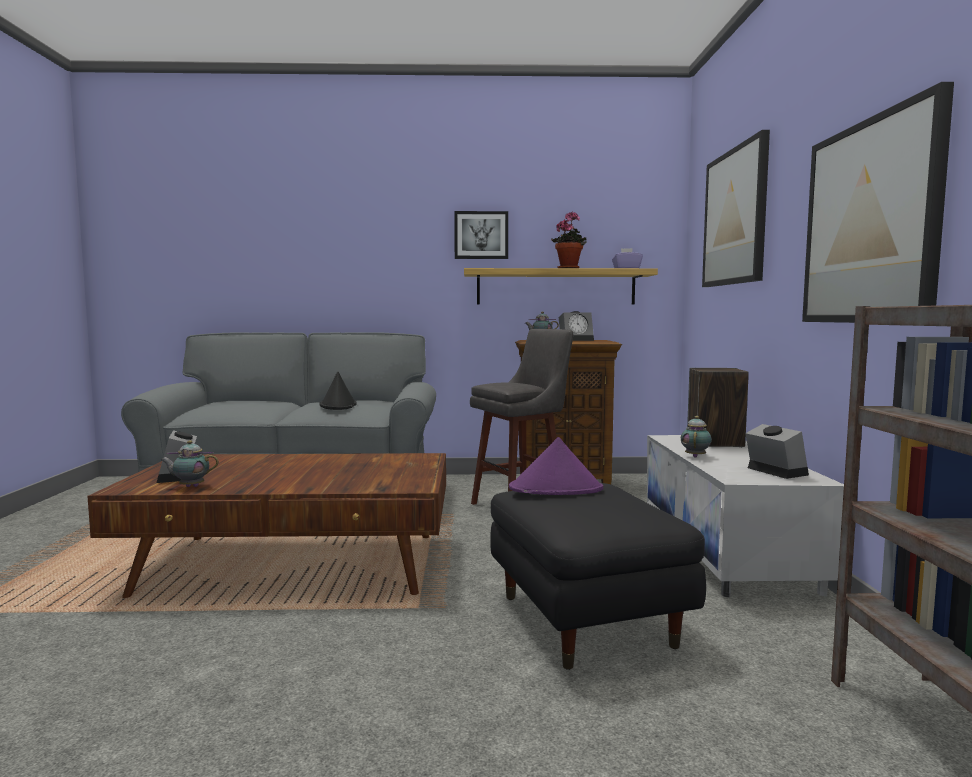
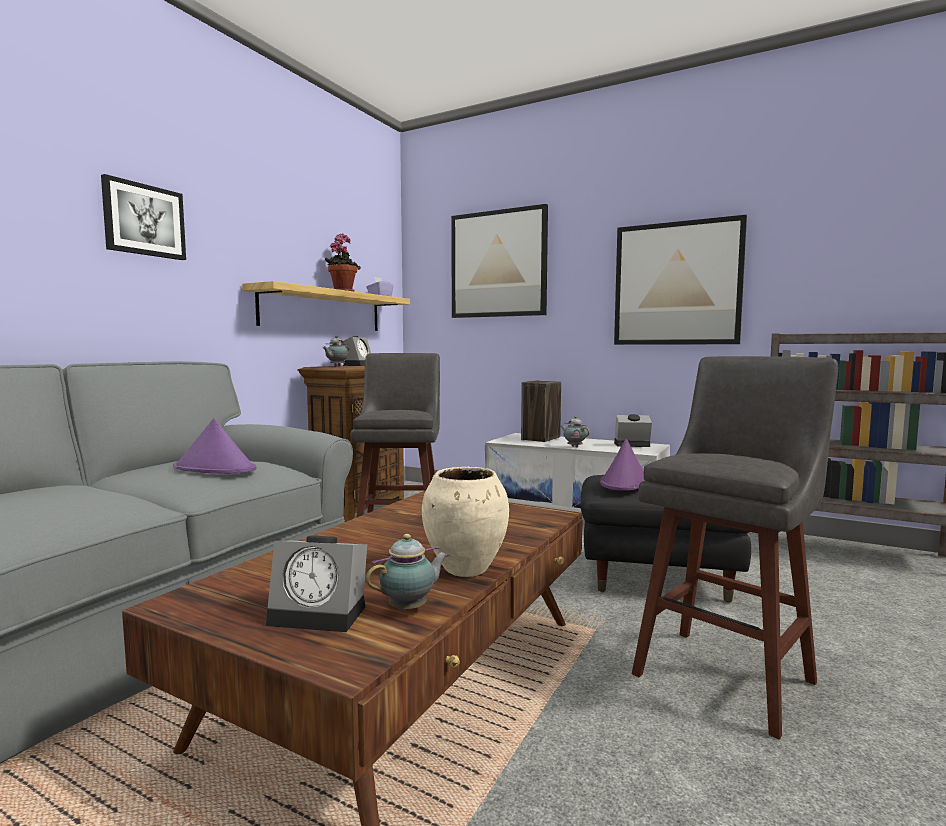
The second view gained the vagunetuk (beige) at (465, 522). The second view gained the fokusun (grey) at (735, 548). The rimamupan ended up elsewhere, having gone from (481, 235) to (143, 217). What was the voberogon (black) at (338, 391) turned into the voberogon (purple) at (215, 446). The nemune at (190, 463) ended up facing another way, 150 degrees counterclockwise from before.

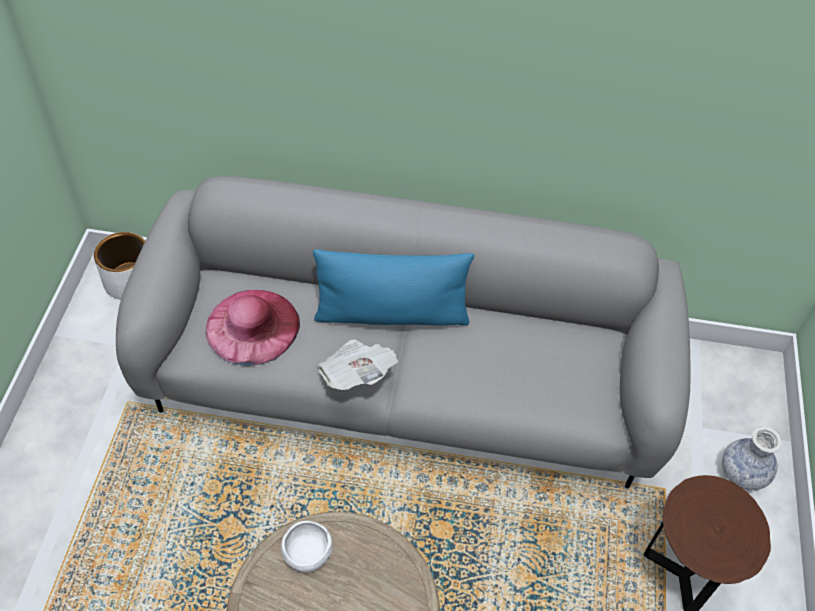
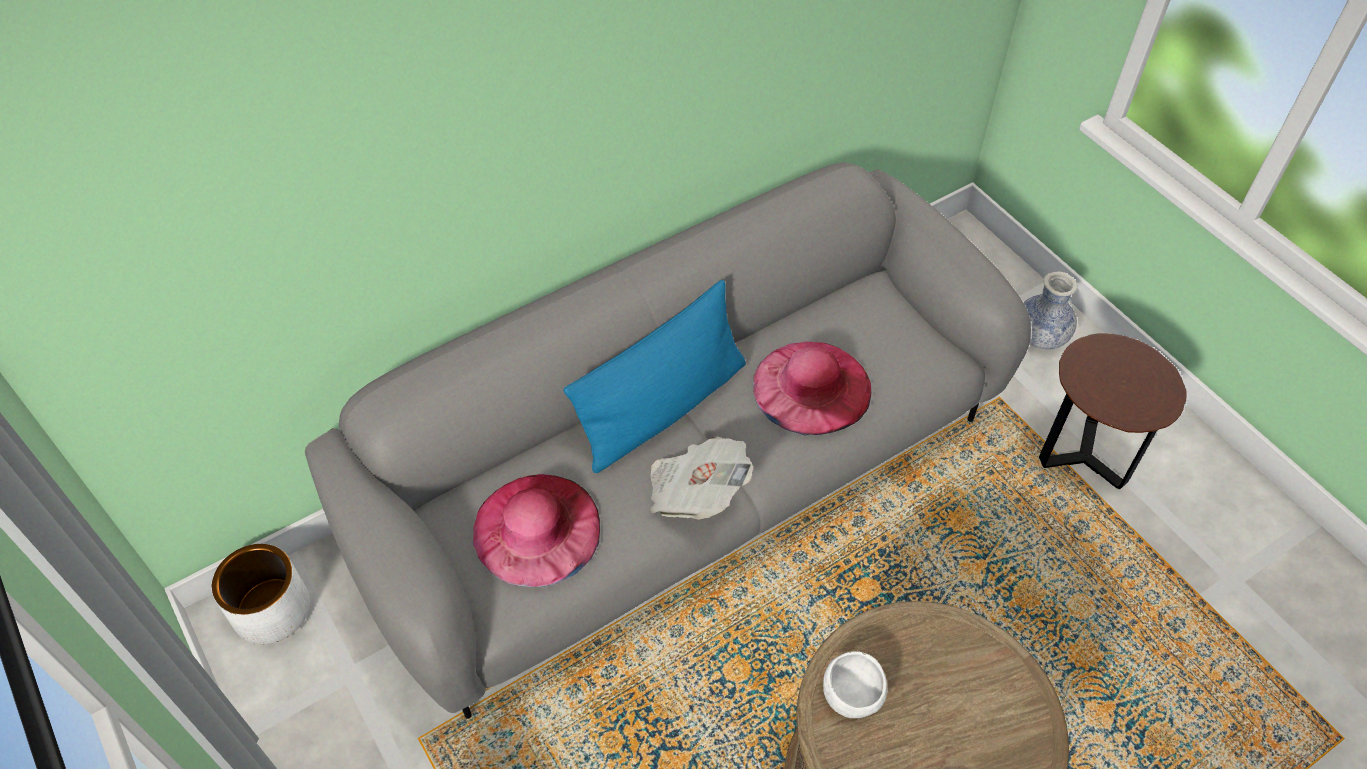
The second view gained the voberogon (pink) at (812, 388).

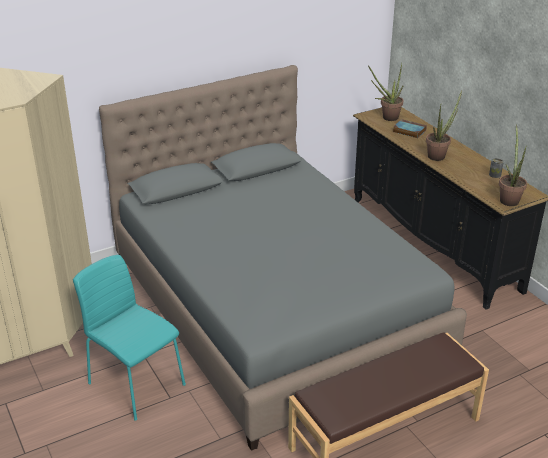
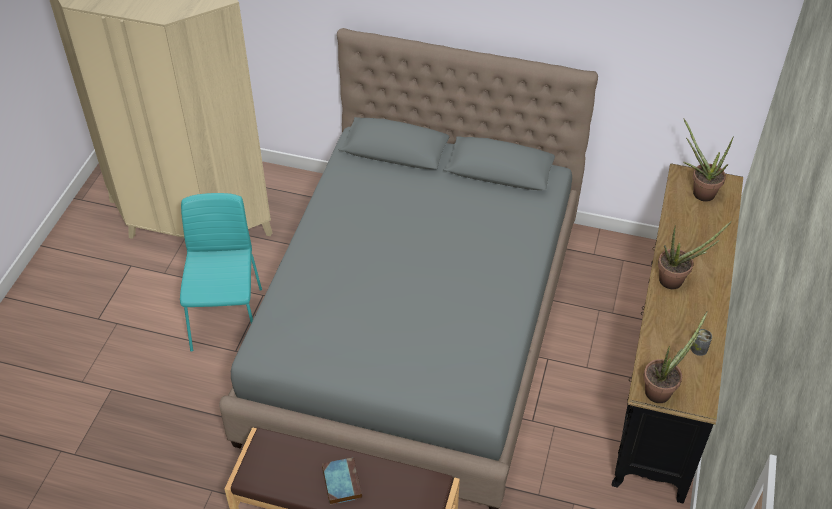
The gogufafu ended up elsewhere, having gone from (410, 128) to (342, 481).

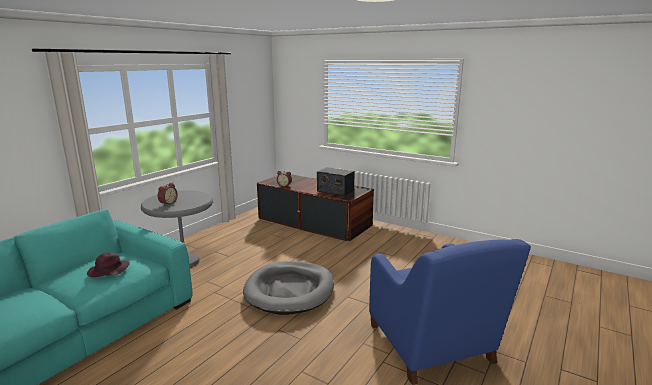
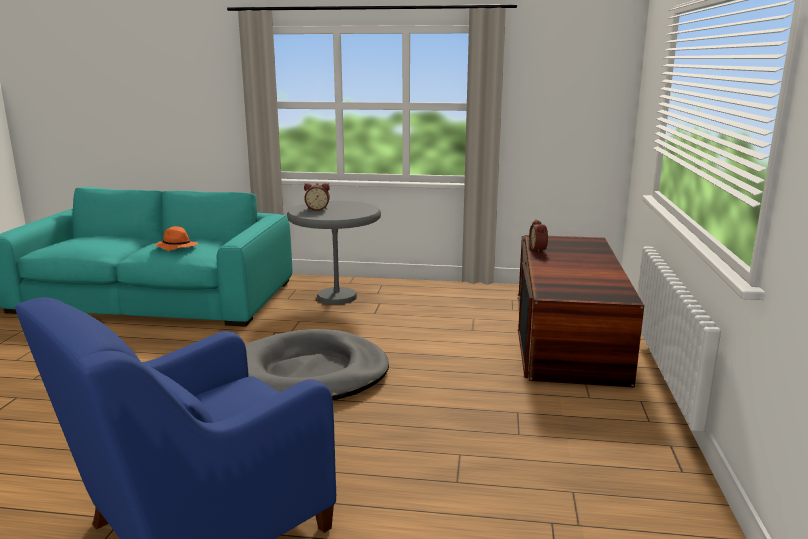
The second view lost the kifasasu at (336, 181). What was the voberogon (purple) at (108, 264) turned into the voberogon (orange) at (176, 238).

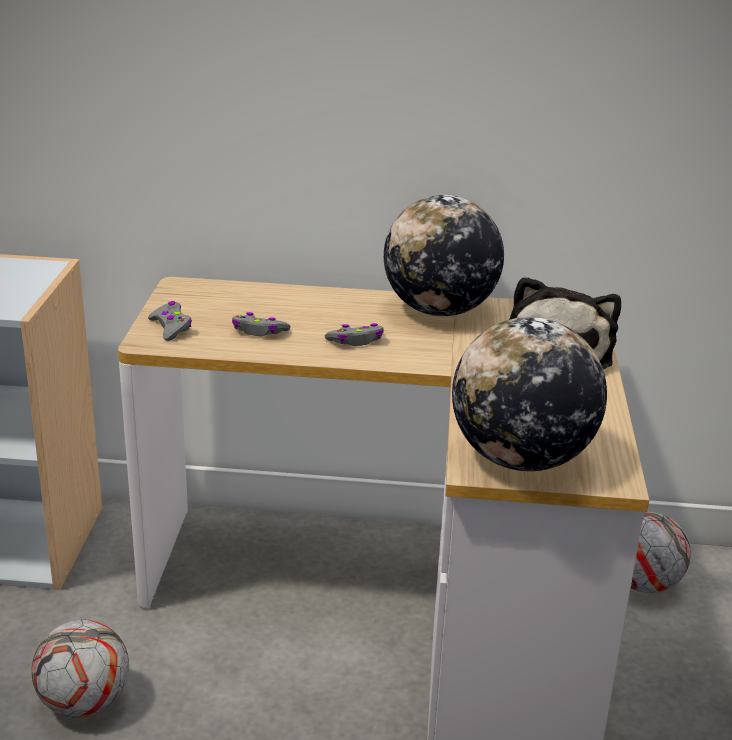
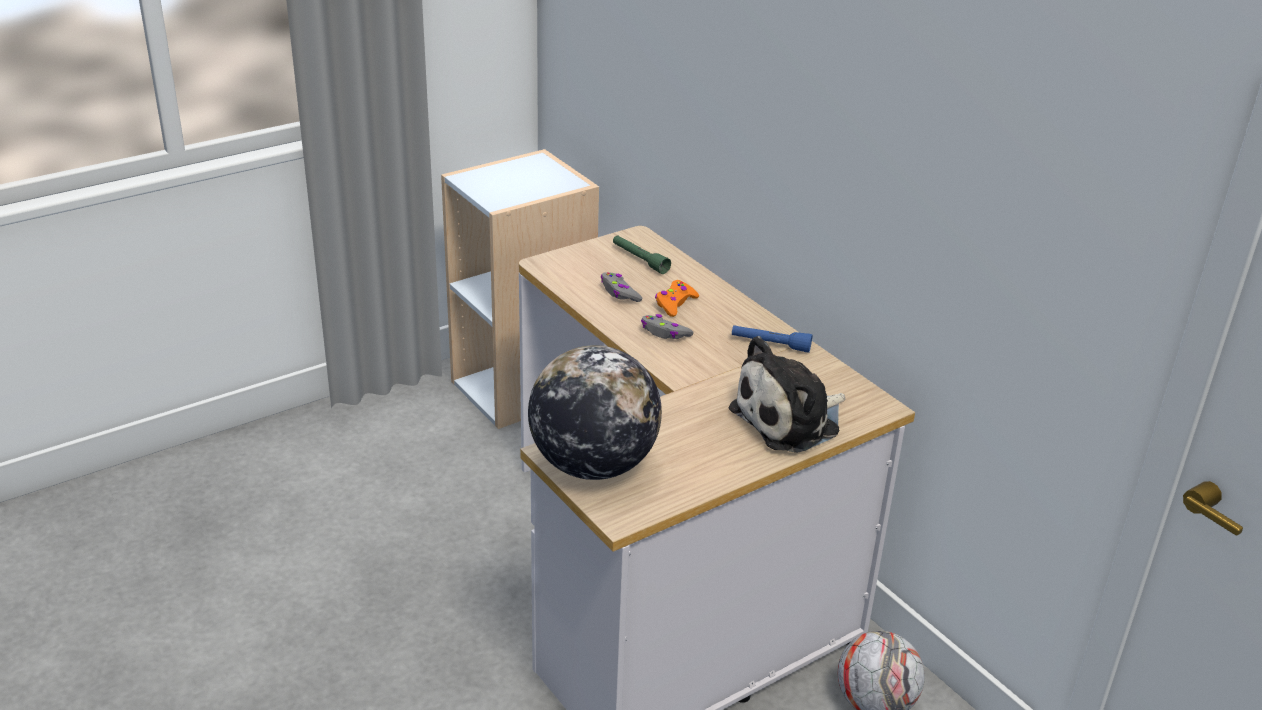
The second view lost the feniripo at (80, 669). The second view lost the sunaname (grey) at (170, 321). The second view gained the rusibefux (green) at (642, 254). The second view gained the sunaname (orange) at (677, 298). Where the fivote stood at (444, 255), the rusibefux (blue) came to stand at (772, 339).

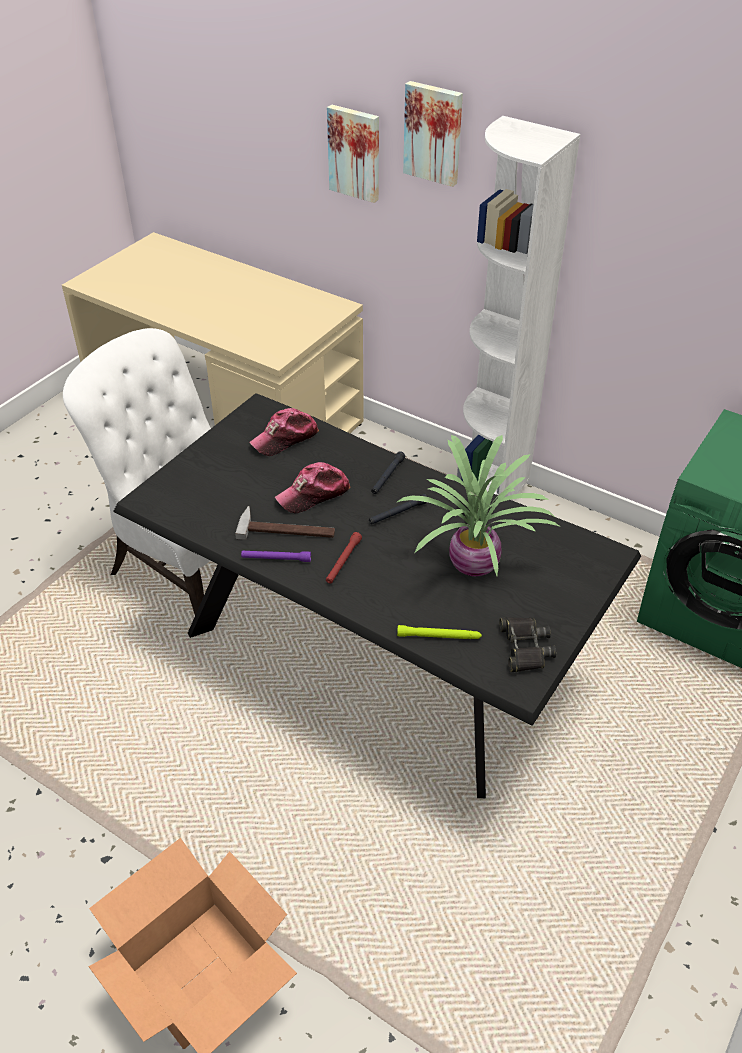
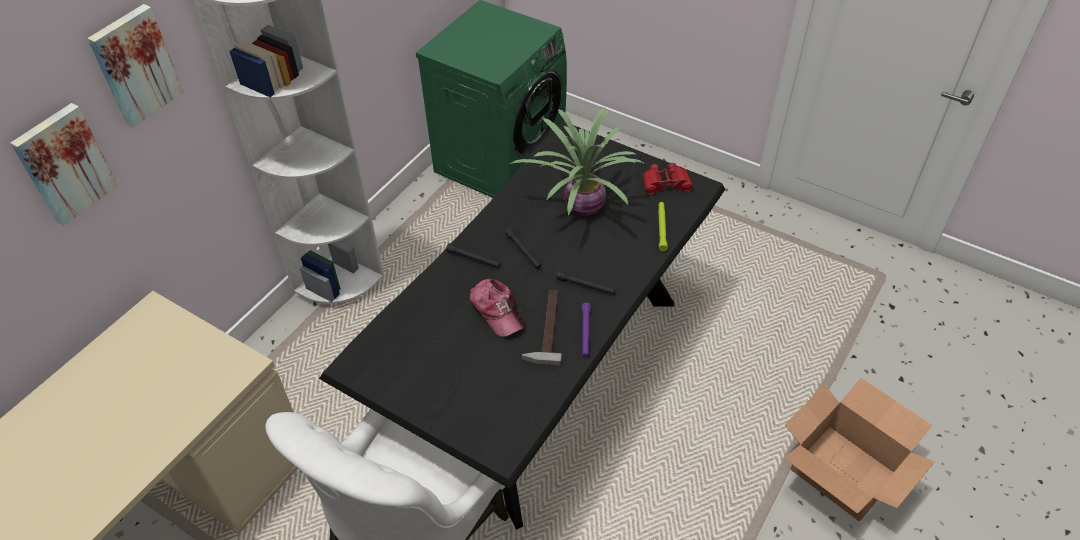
The second view lost the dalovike at (284, 432). What was the rusibefux (red) at (344, 557) turned into the rusibefux (black) at (585, 282). What was the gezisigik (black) at (527, 644) turned into the gezisigik (red) at (668, 179).

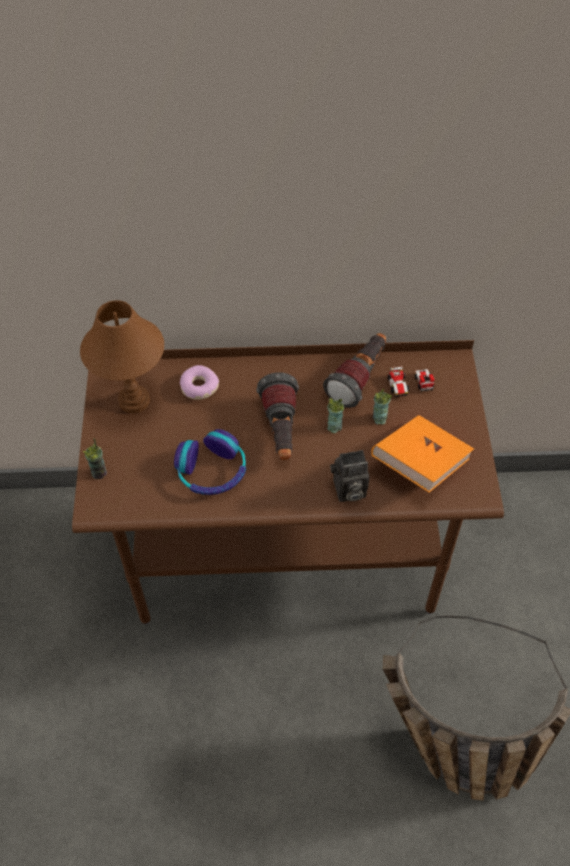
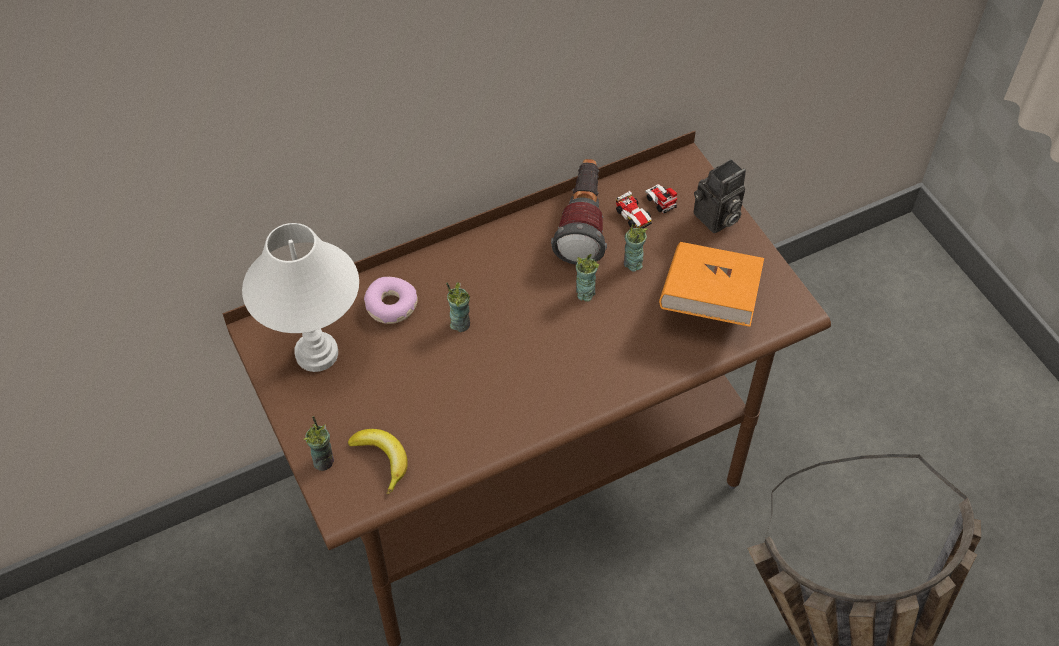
The second view lost the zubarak at (210, 462). The second view lost the rusibefux at (278, 416). The second view gained the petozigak at (378, 461). The second view gained the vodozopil at (458, 307). The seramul ended up elsewhere, having gone from (350, 476) to (720, 196). What was the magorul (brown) at (122, 356) turned into the magorul (white) at (300, 297).

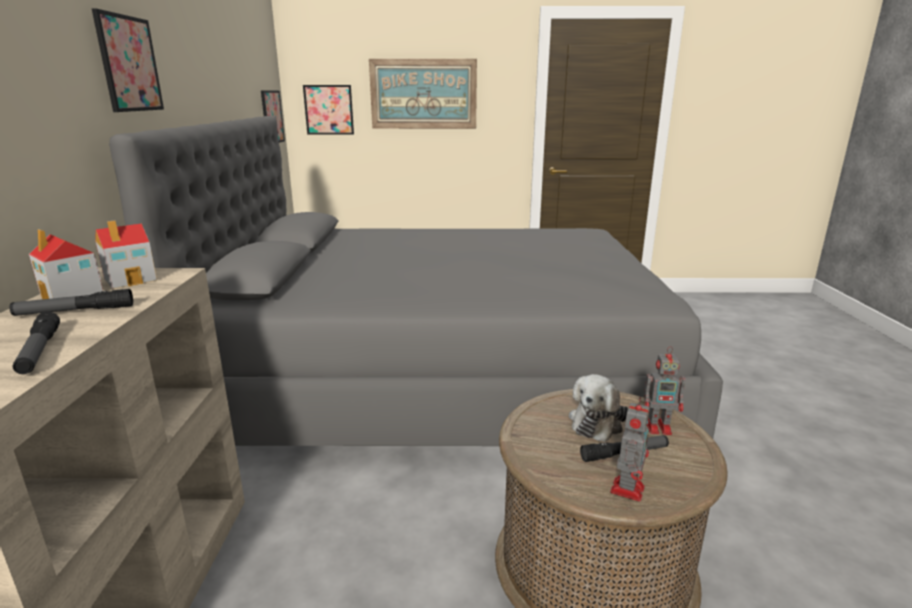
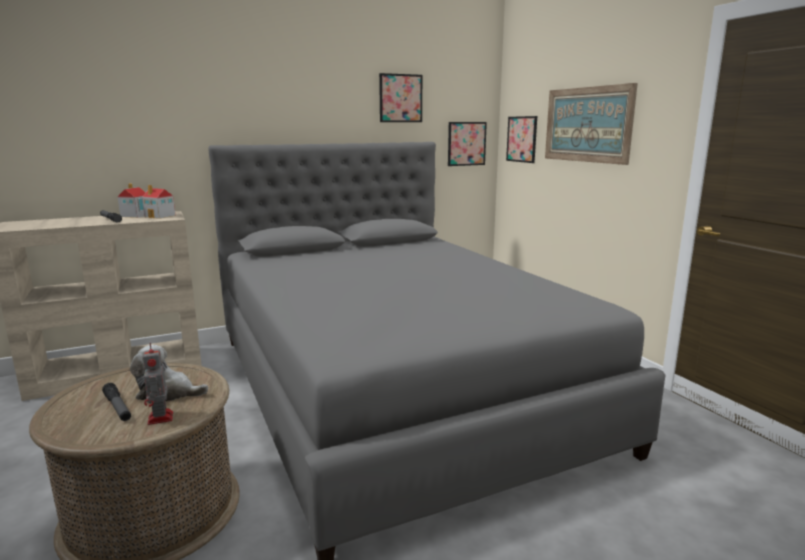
The second view lost the rusibefux at (36, 343). The second view lost the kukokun at (630, 448). The rimamupan ended up elsewhere, having gone from (128, 60) to (400, 97).

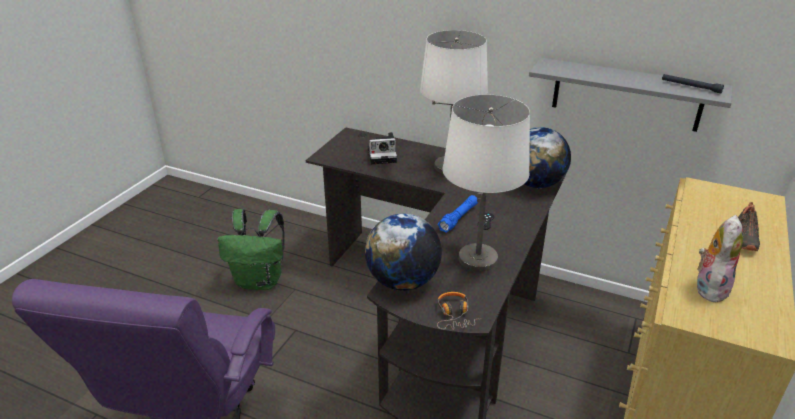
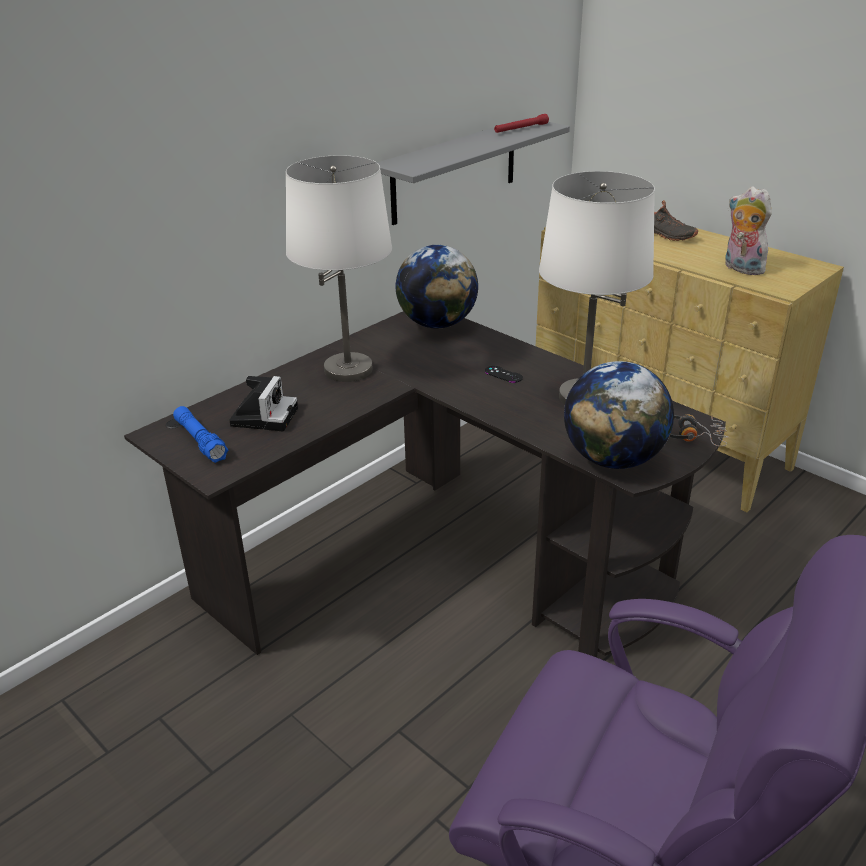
The second view lost the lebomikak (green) at (251, 249). The rusibefux (blue) ended up elsewhere, having gone from (458, 214) to (200, 434). What was the rusibefux (black) at (693, 83) turned into the rusibefux (red) at (521, 123).

